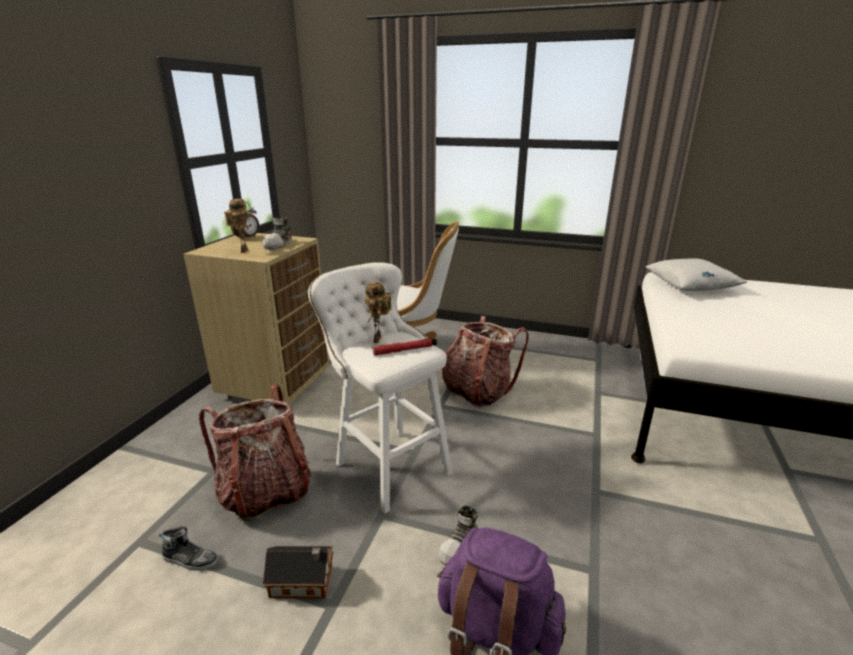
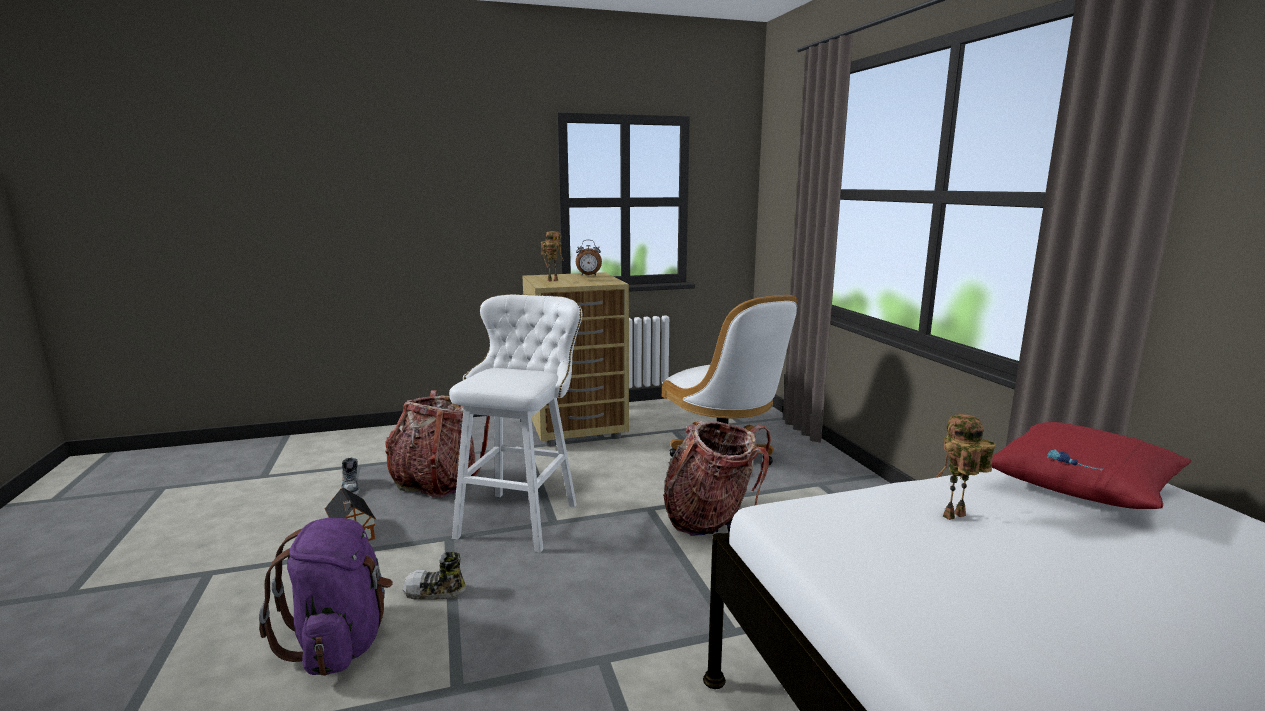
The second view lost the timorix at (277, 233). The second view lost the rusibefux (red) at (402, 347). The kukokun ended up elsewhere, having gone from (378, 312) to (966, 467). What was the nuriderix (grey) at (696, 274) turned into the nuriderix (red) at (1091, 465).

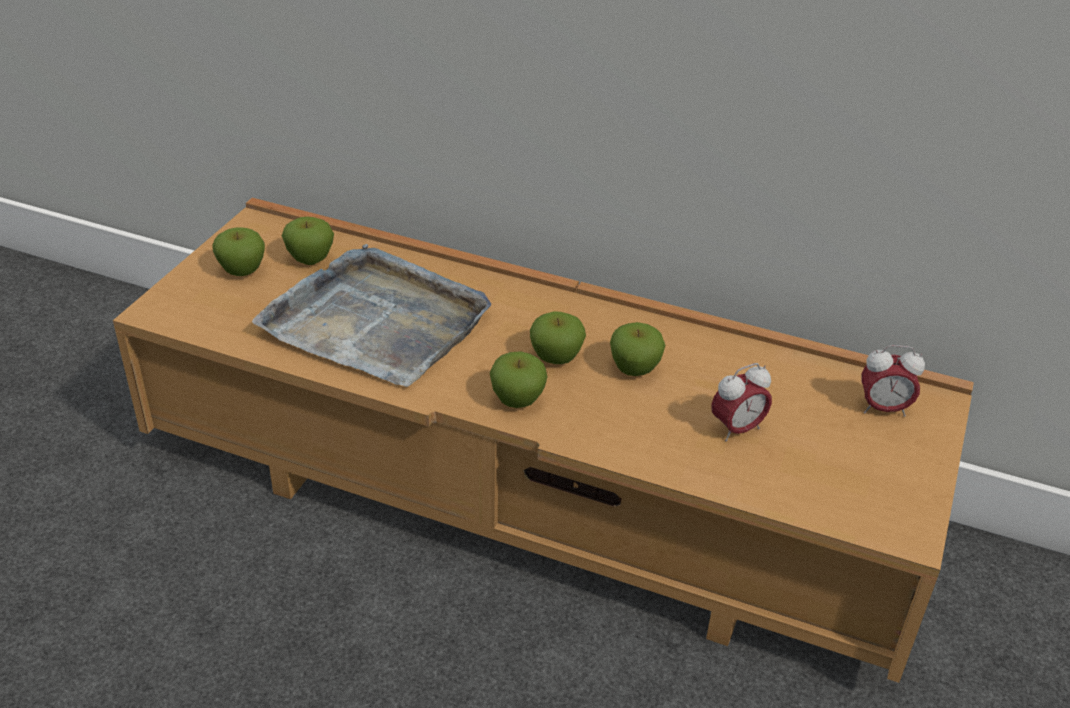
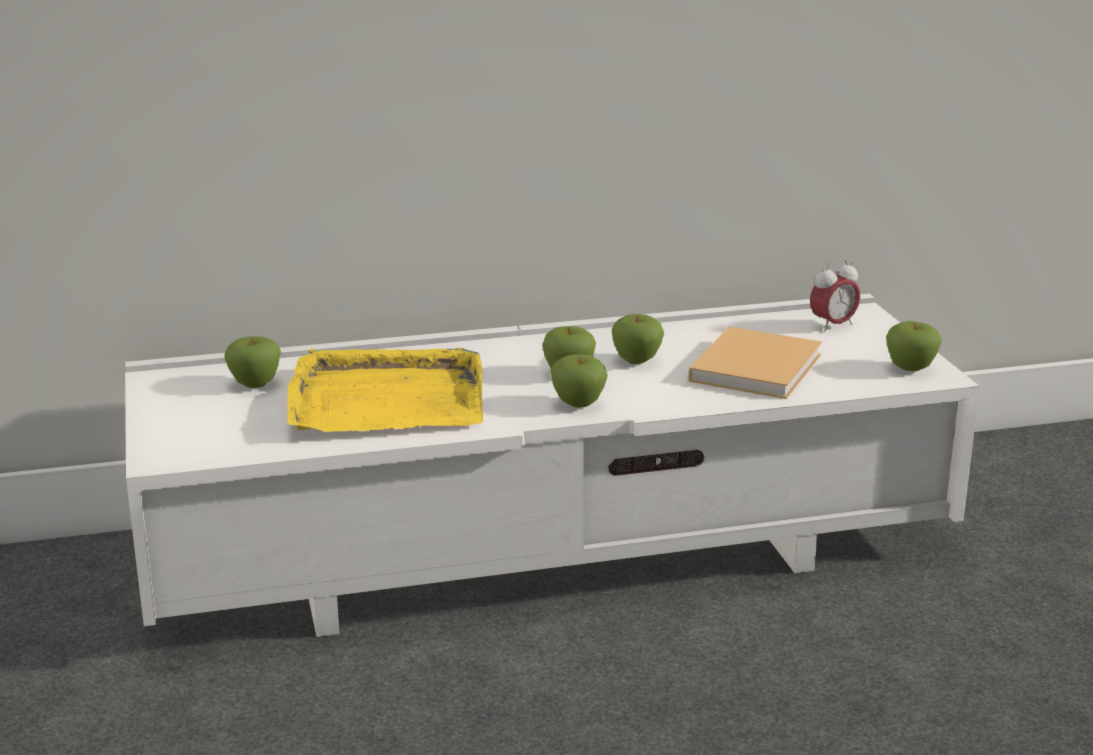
The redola ended up elsewhere, having gone from (239, 252) to (914, 346). Where the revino stood at (741, 402), the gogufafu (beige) came to stand at (755, 363). What was the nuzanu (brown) at (543, 440) turned into the nuzanu (white) at (552, 465). What was the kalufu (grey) at (371, 315) turned into the kalufu (yellow) at (385, 389).

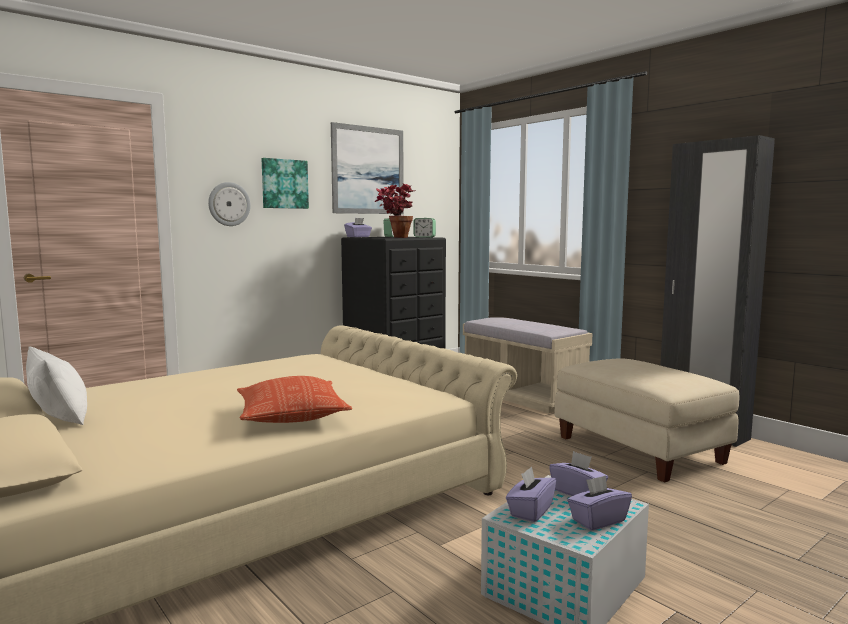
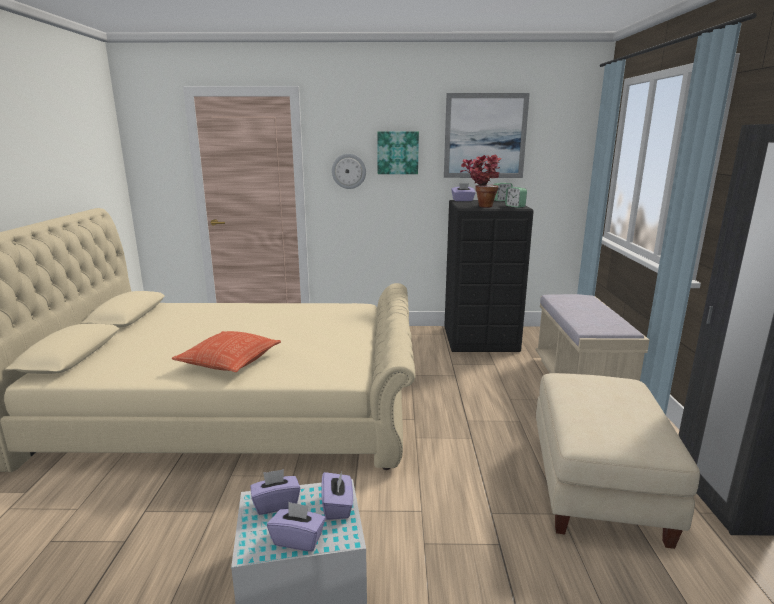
The second view lost the nuriderix (white) at (56, 385).

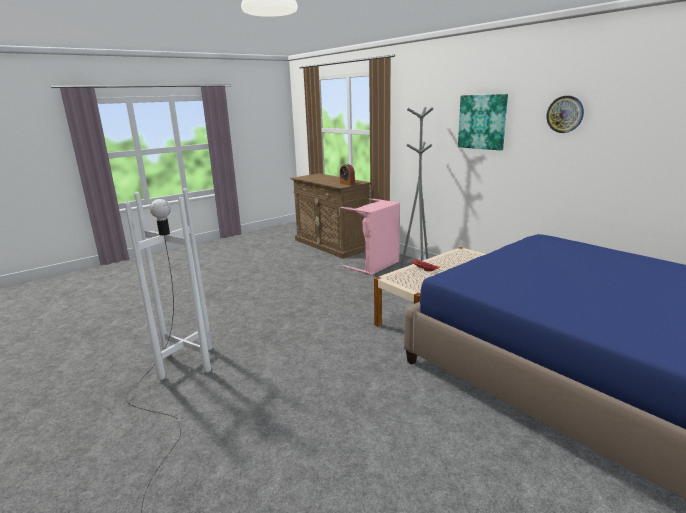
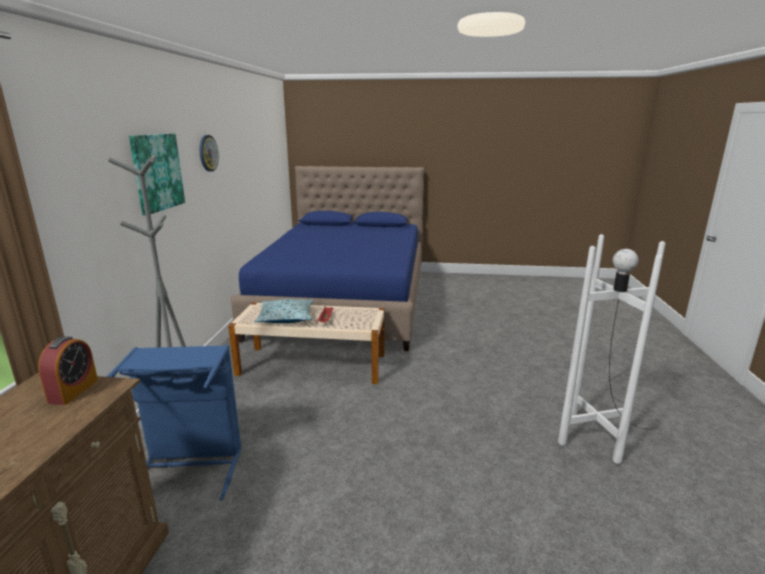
The second view gained the nuriderix at (283, 311). What was the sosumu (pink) at (370, 236) turned into the sosumu (blue) at (174, 423).

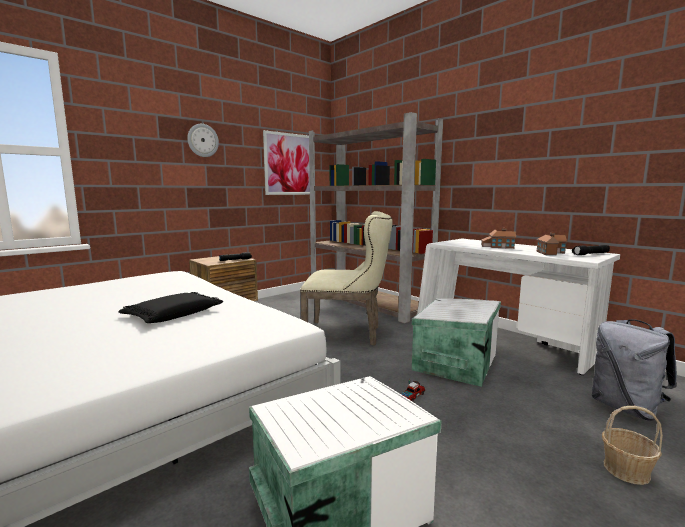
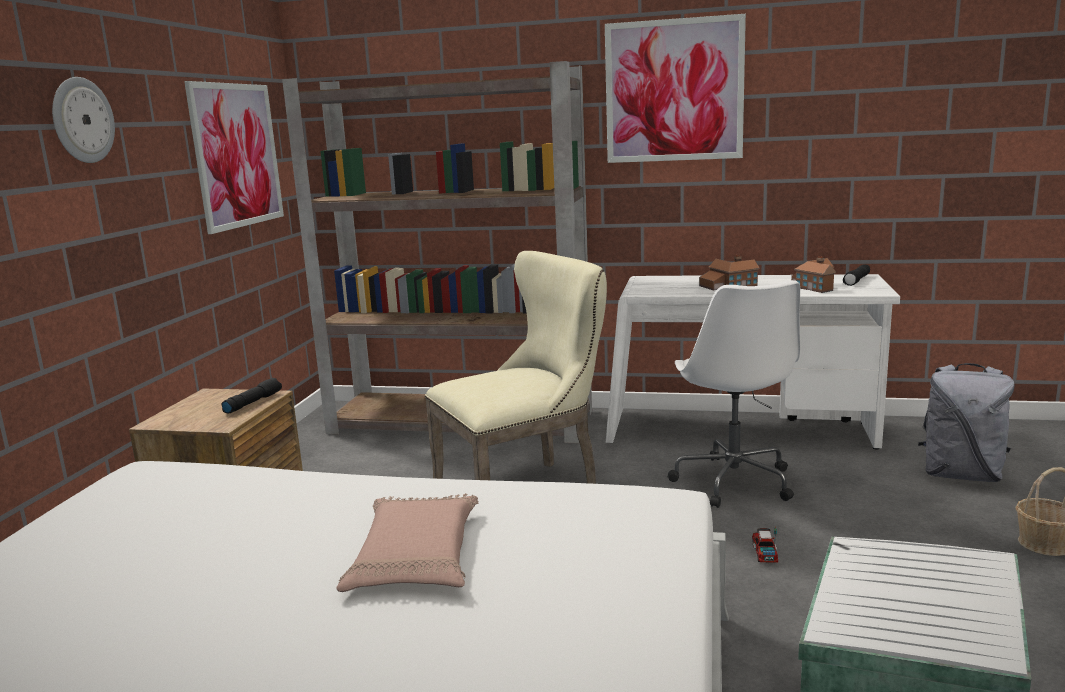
The second view gained the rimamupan at (675, 88). Where the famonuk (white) stood at (456, 342), the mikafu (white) came to stand at (734, 394). What was the nuriderix (black) at (171, 307) turned into the nuriderix (beige) at (407, 543).

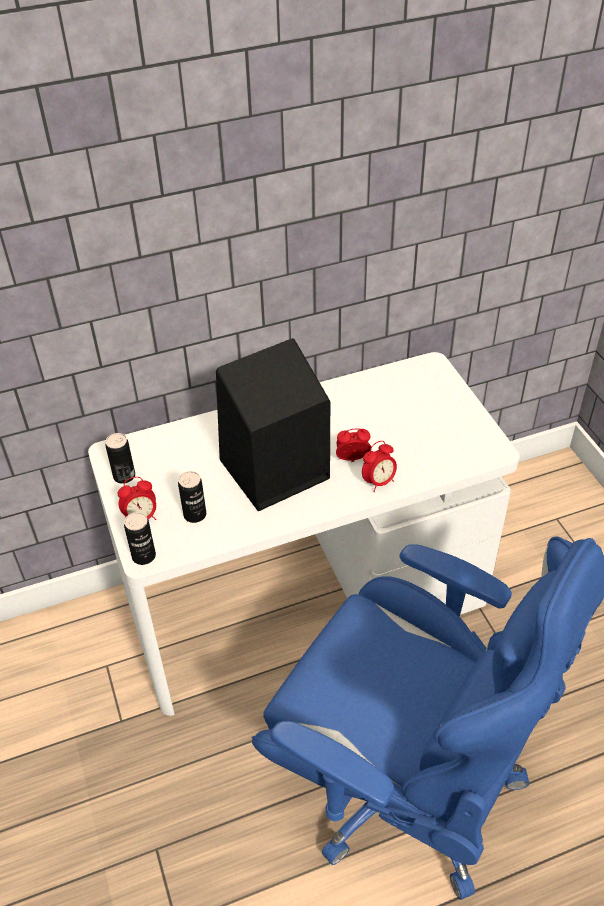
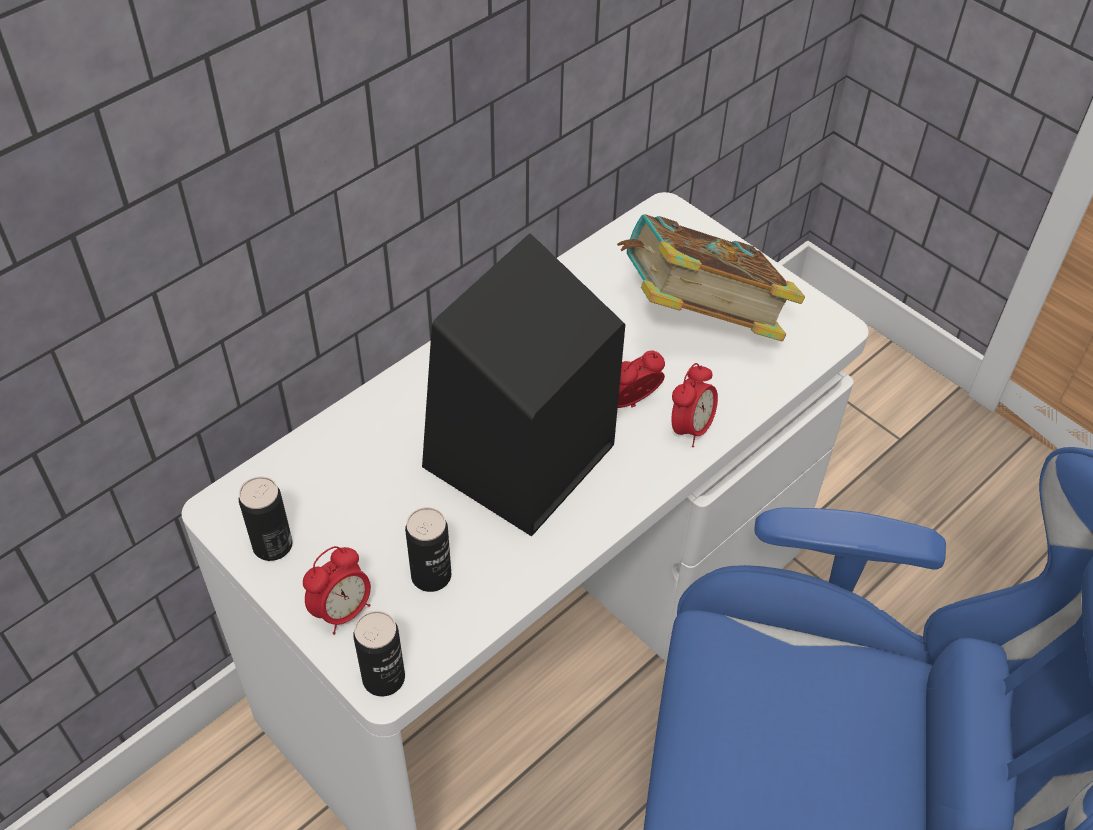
The second view gained the gogufafu at (711, 277).

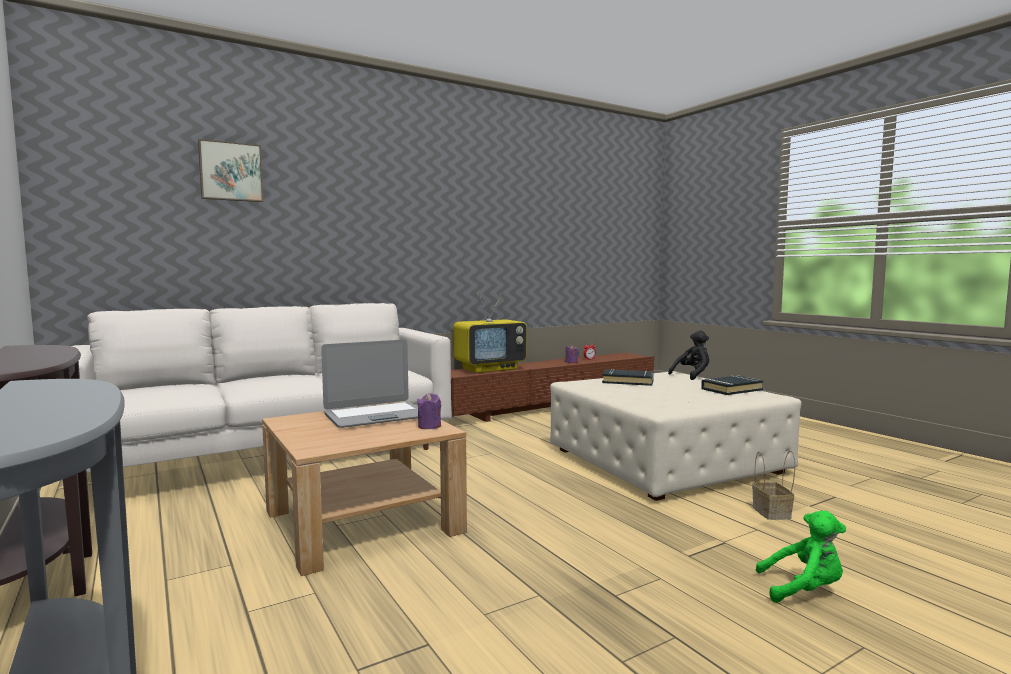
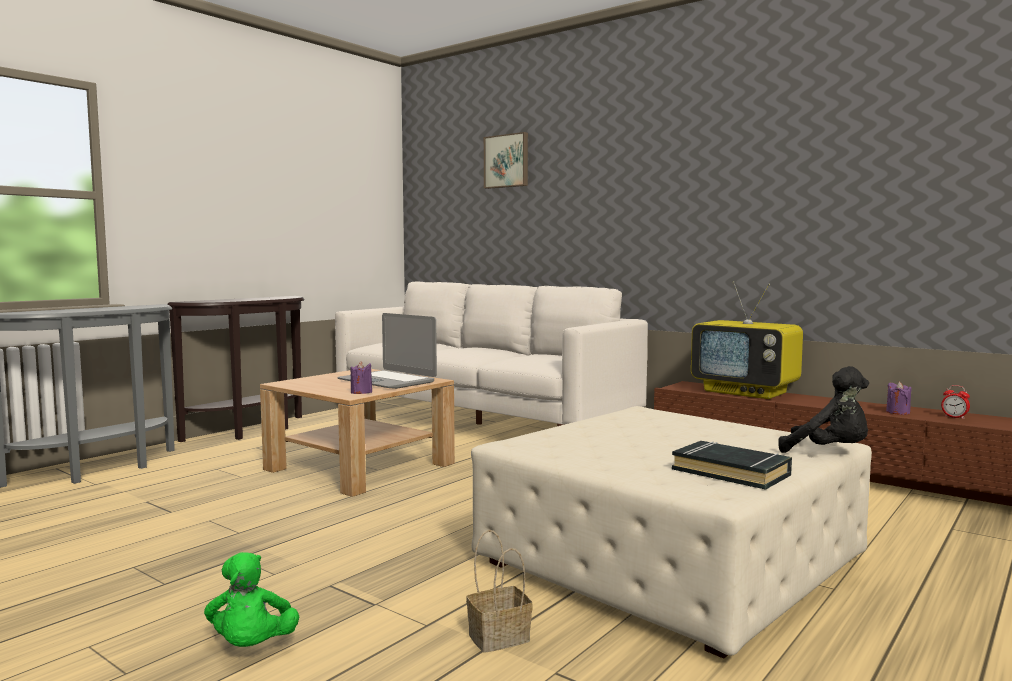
The second view lost the gogufafu (black) at (628, 377).

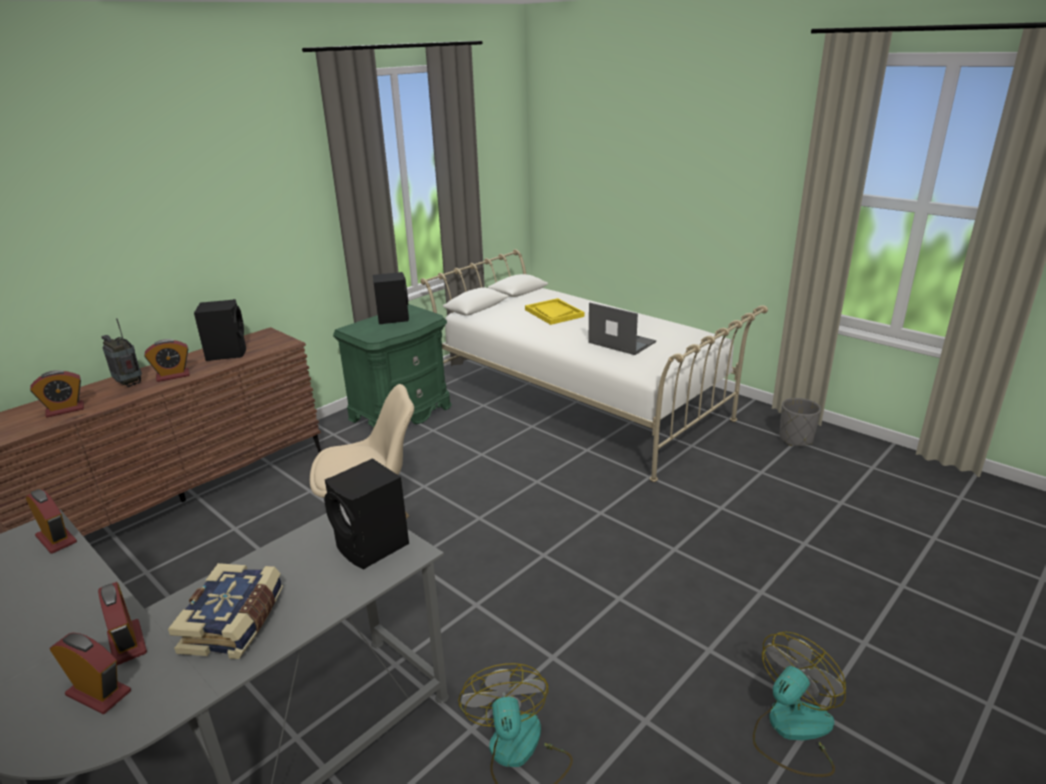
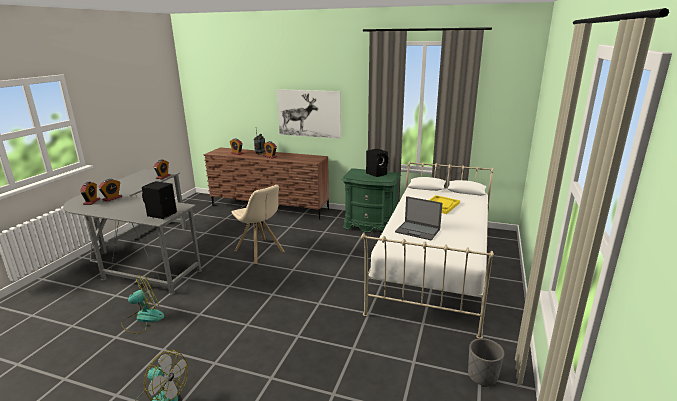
The second view lost the gogufafu at (225, 611). The second view lost the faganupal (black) at (220, 330). The second view gained the rimamupan at (309, 114). The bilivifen at (622, 329) ended up facing another way, 105 degrees clockwise from before.

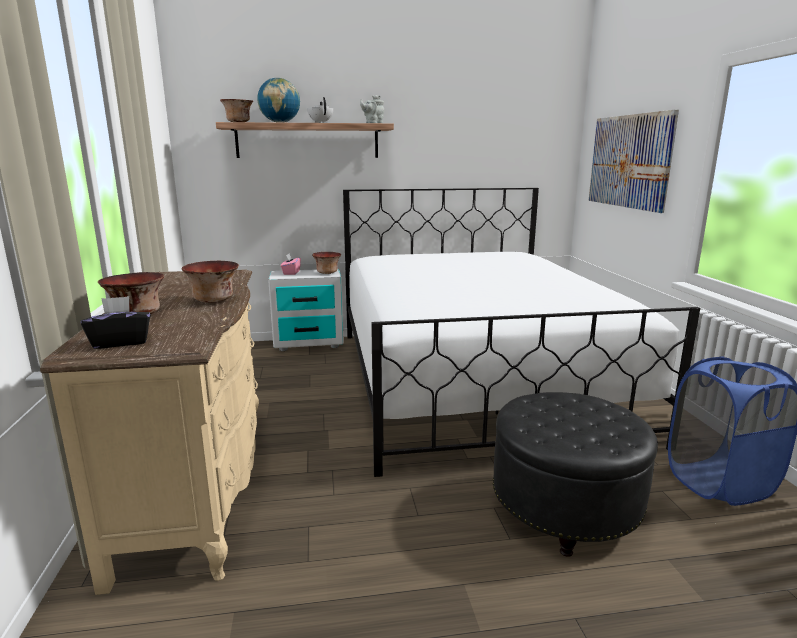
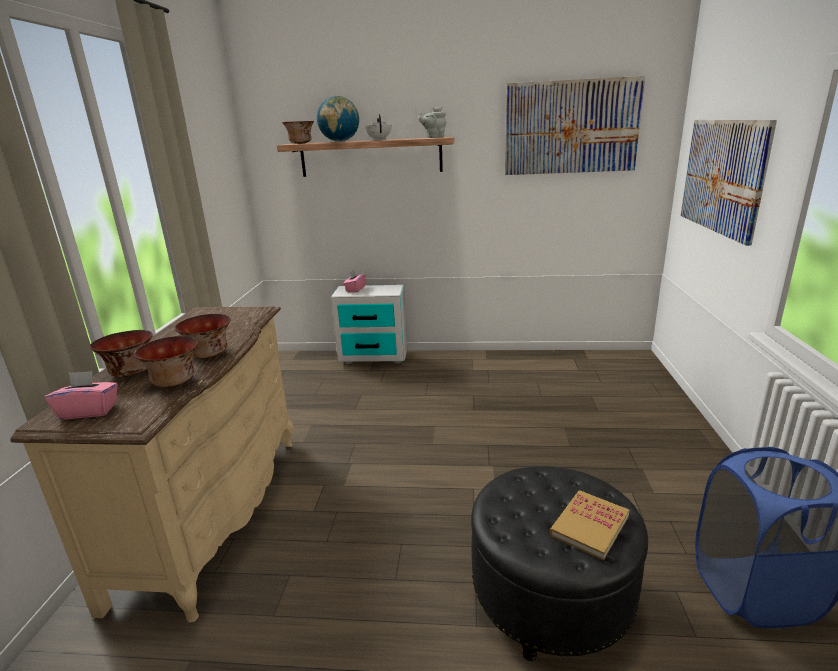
The second view lost the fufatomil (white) at (521, 332). The second view gained the rimamupan at (575, 125). The second view gained the gogufafu at (589, 525). The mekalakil ended up elsewhere, having gone from (326, 263) to (166, 361). What was the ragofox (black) at (116, 322) turned into the ragofox (pink) at (81, 395).

